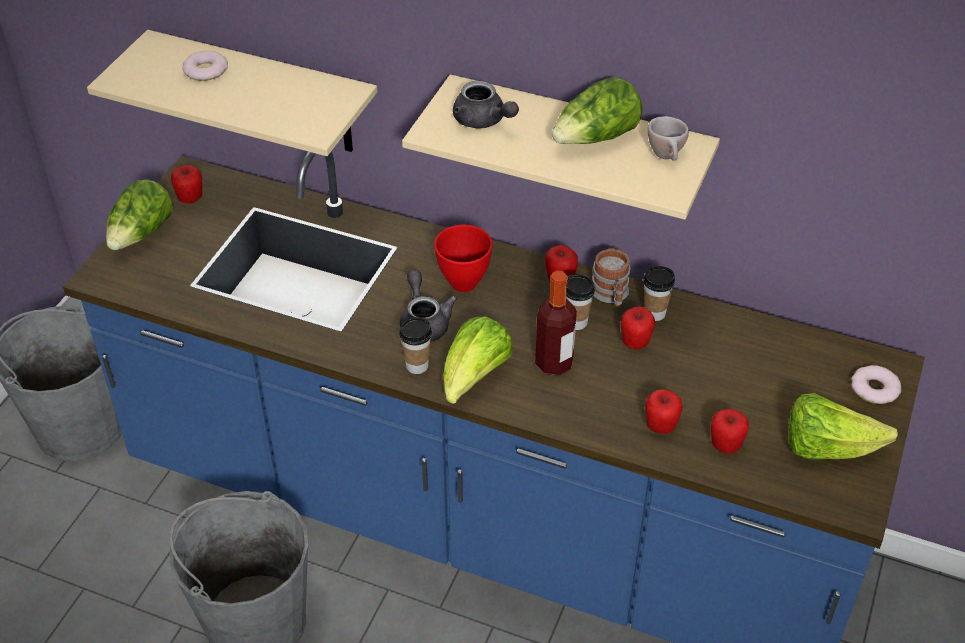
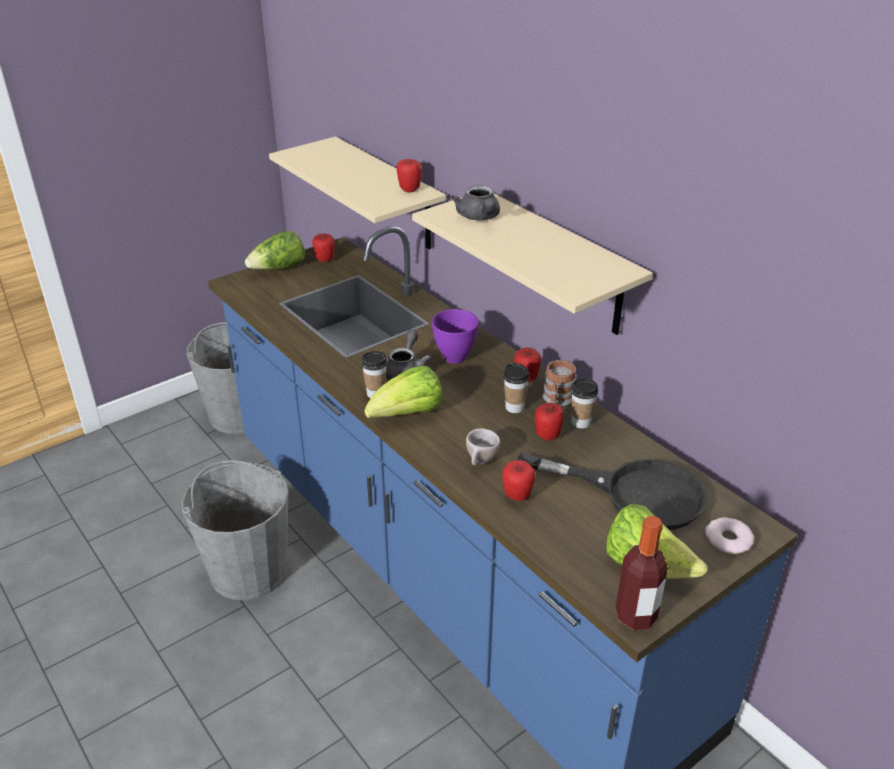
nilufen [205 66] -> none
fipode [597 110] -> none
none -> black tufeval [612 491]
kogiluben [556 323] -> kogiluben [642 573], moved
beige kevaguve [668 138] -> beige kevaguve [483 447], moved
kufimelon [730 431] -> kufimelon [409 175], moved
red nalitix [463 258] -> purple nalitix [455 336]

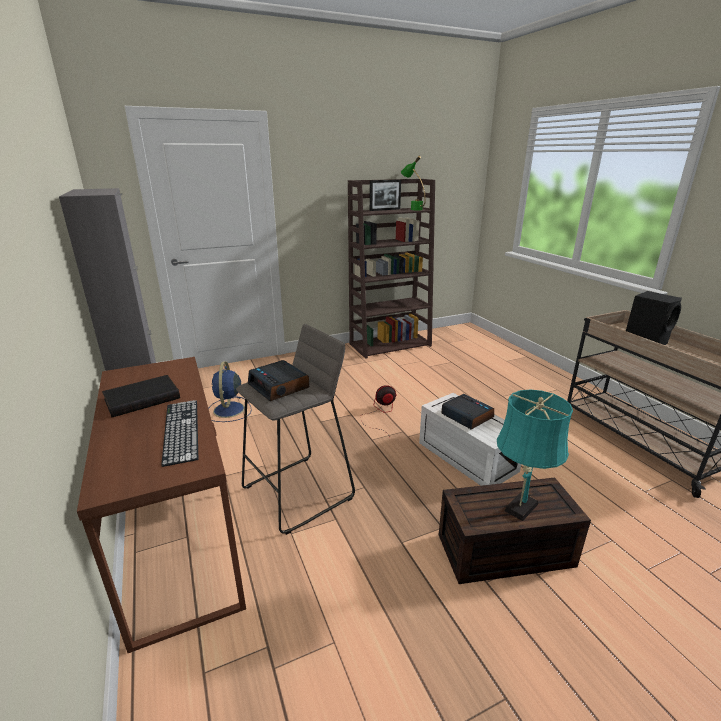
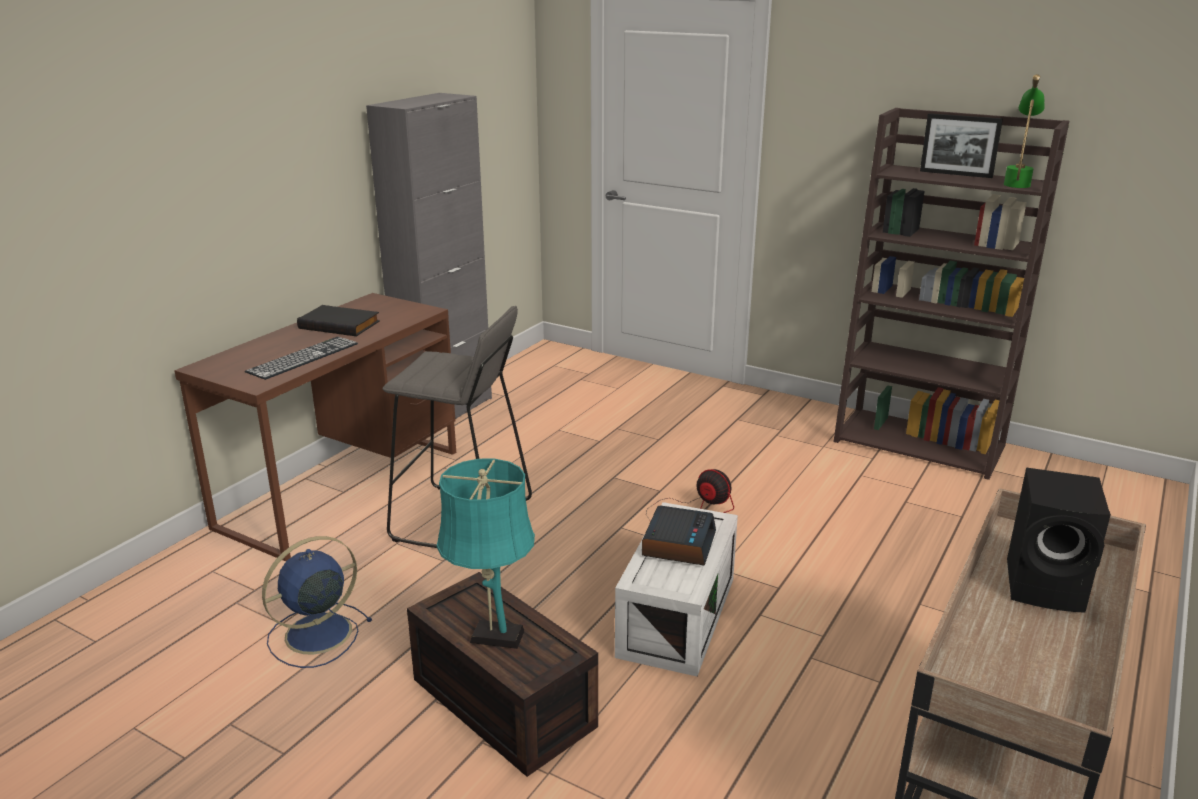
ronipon [278 380] -> none
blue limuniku [230 391] -> blue limuniku [317 602], moved

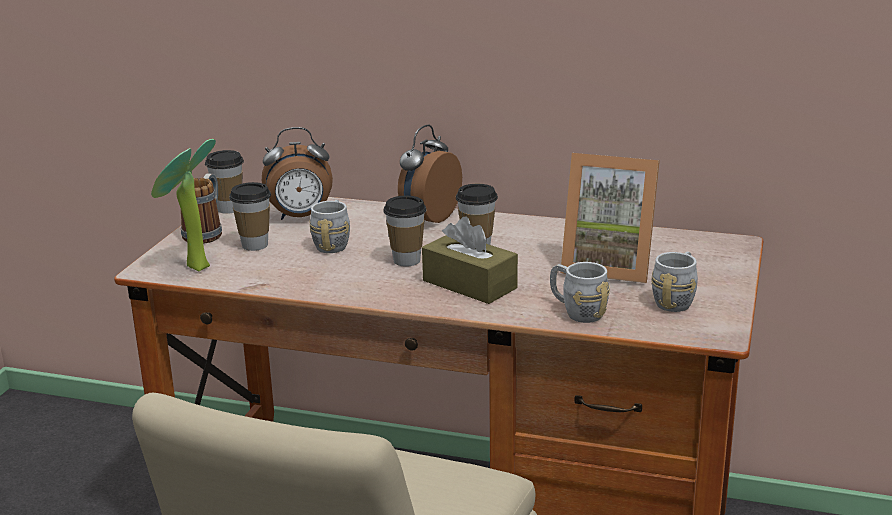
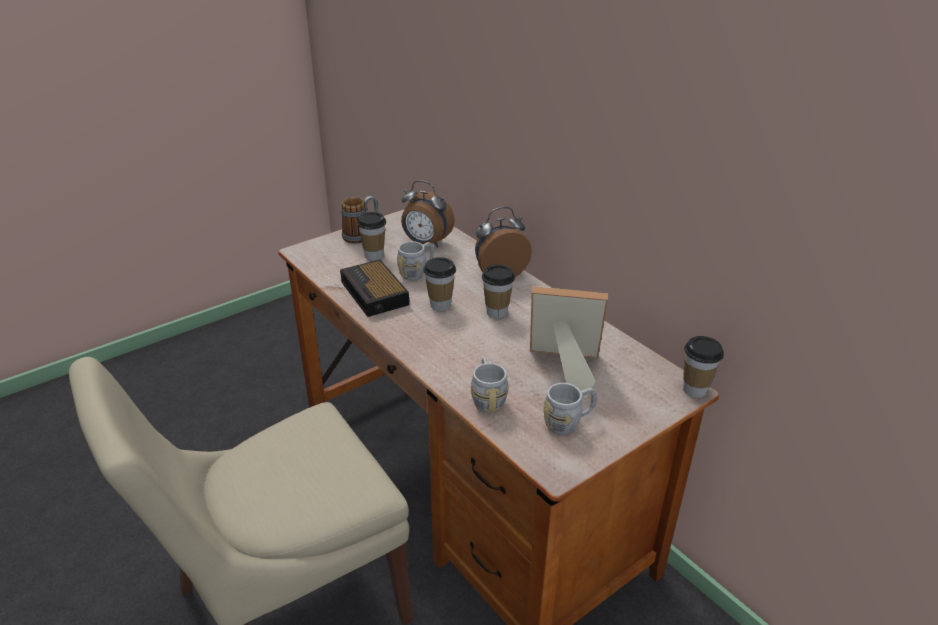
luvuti [183 205] -> none
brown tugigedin [470 260] -> none
none -> ronipon [374 288]
kevaguve [224 182] -> kevaguve [703 367], moved
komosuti [610 218] -> komosuti [569 341], 135 degrees clockwise

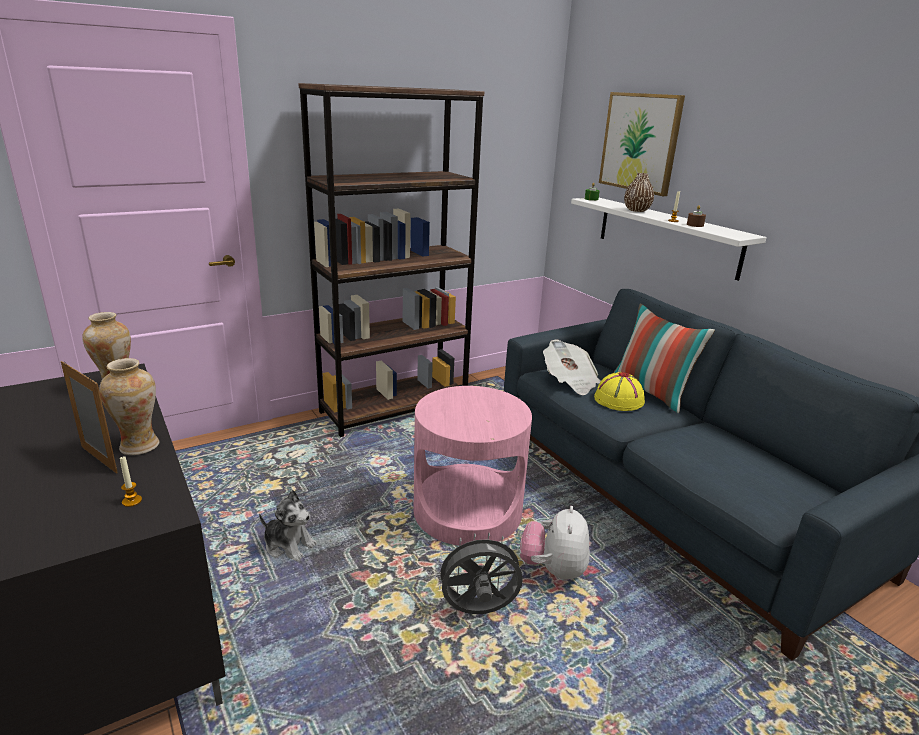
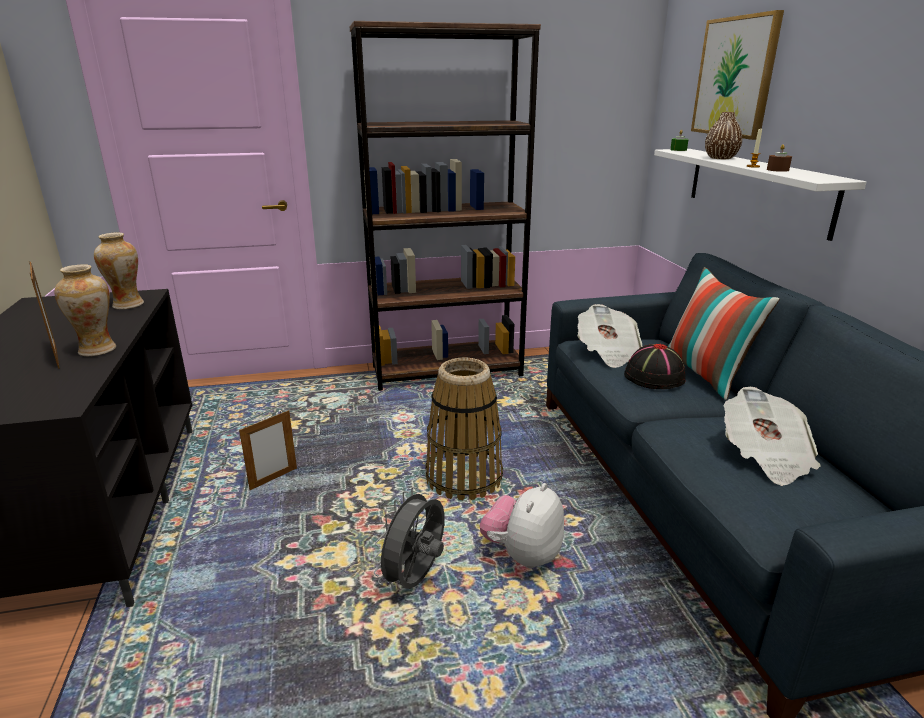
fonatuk [131 481] -> none
none -> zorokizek [772 436]
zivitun [288 525] -> komosuti [268 450]
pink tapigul [473 466] -> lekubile [464 428]
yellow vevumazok [619 391] -> black vevumazok [655 366]
grey limuniku [480 573] -> grey limuniku [409 538], 75 degrees counterclockwise

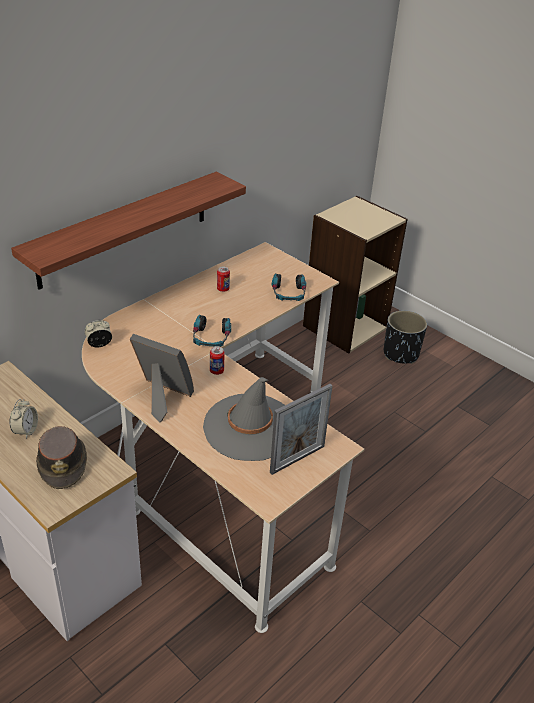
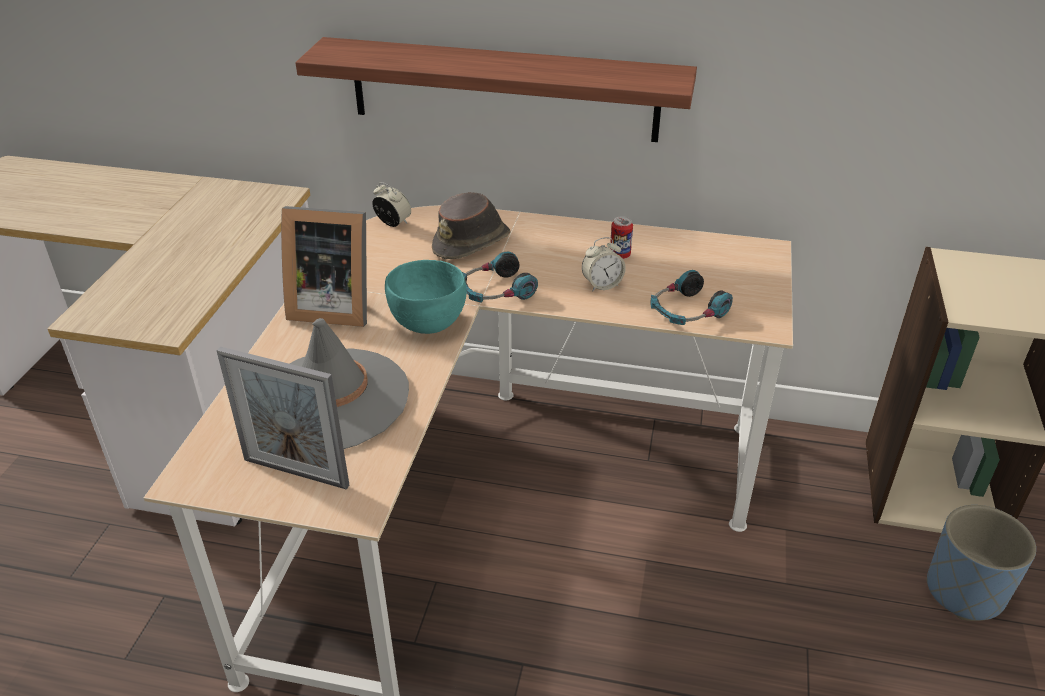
ronipon [24 419] -> ronipon [604 264], moved
brown vevumazok [61 457] -> brown vevumazok [471 225], moved
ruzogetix [217 360] -> turquoise nalitix [425 297]
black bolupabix [405 337] -> blue bolupabix [981 563]
komosuti [162 378] -> komosuti [324 266], 105 degrees clockwise

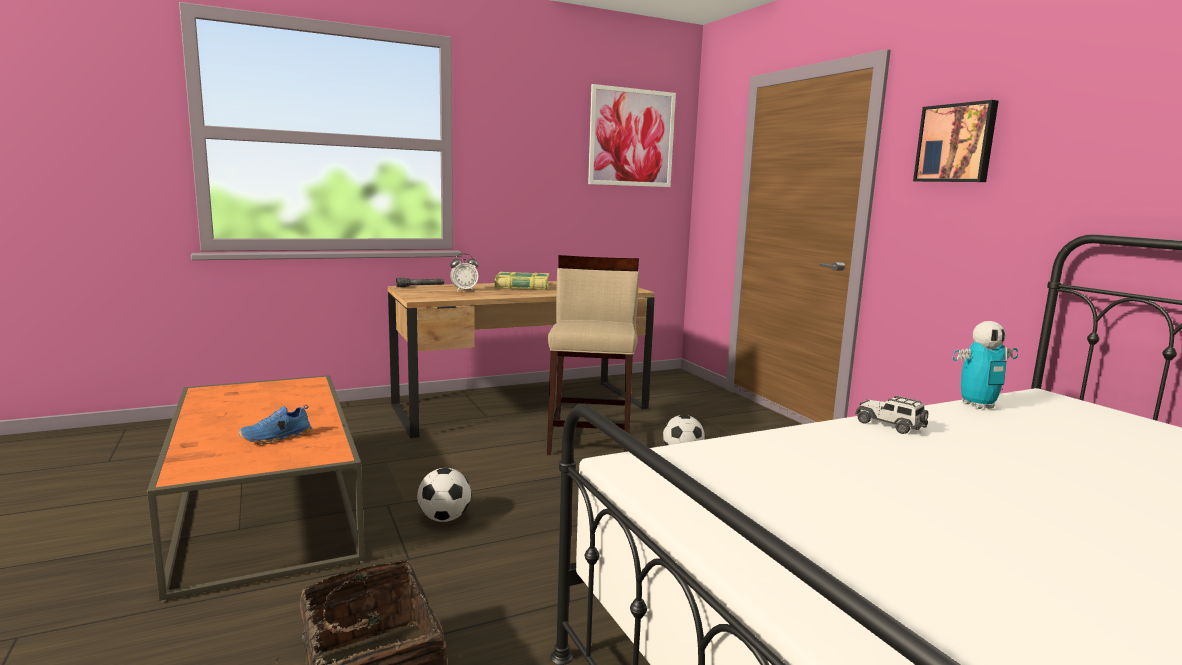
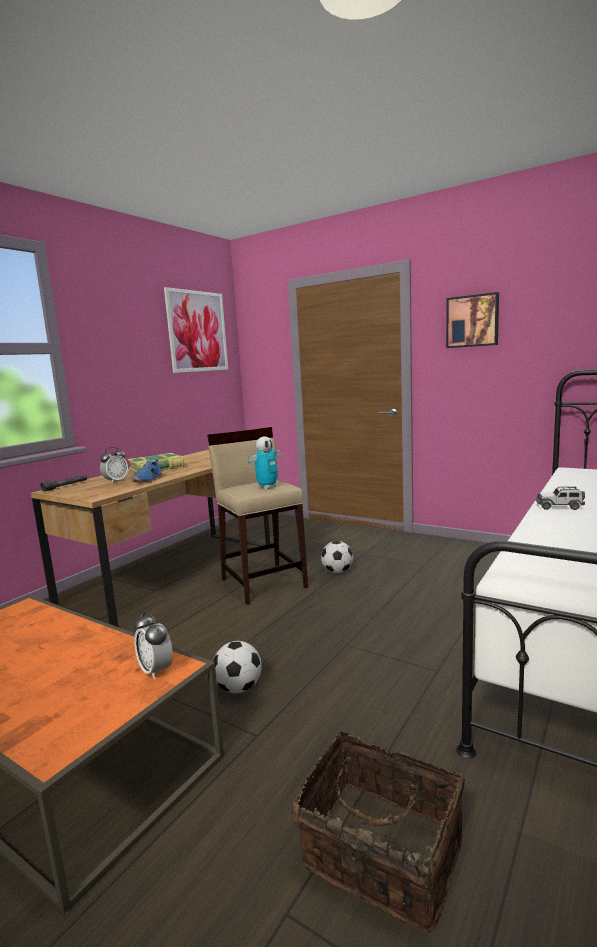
none -> ronipon [153 645]
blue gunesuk [275 424] -> blue gunesuk [147 471], moved
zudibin [985 365] -> zudibin [265 462], moved

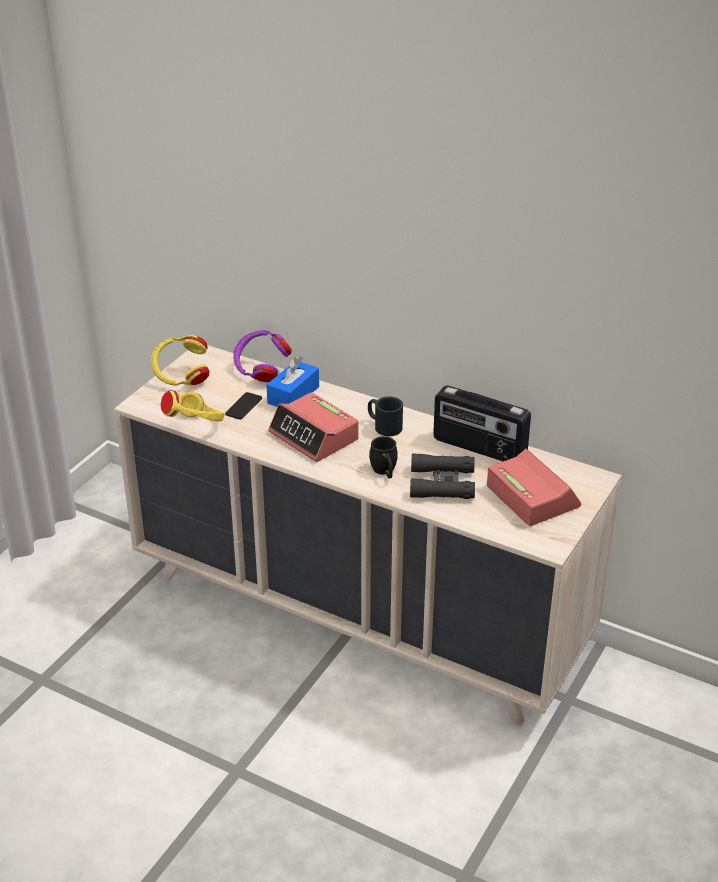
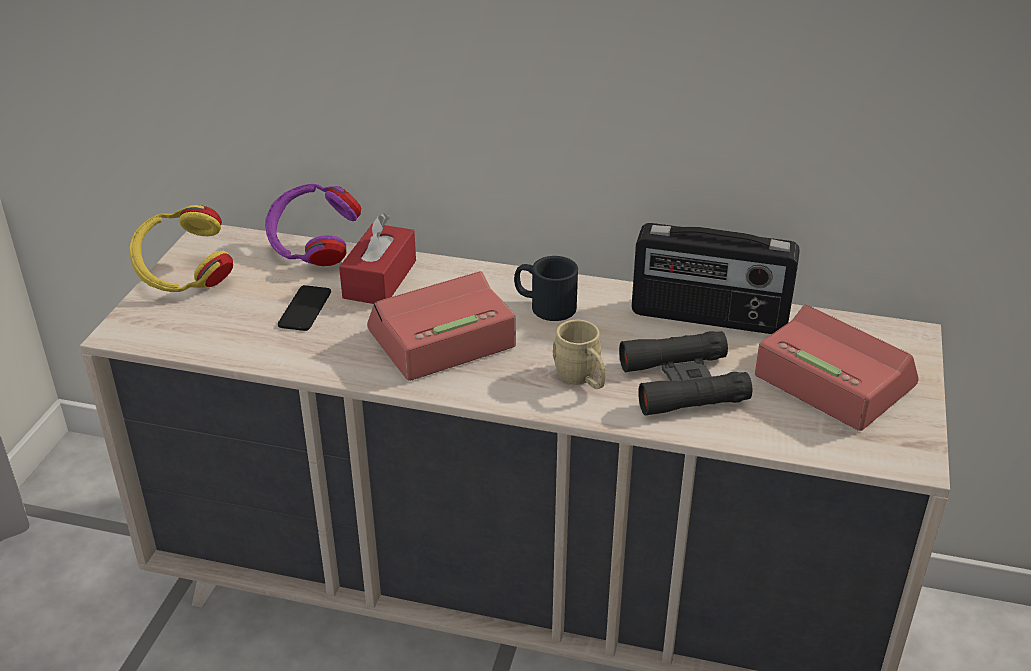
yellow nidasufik [193 406] -> none
blue tugigedin [292 381] -> red tugigedin [377 258]
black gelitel [383 457] -> beige gelitel [579 354]
ronipon [313 427] -> ronipon [441 326], 120 degrees clockwise

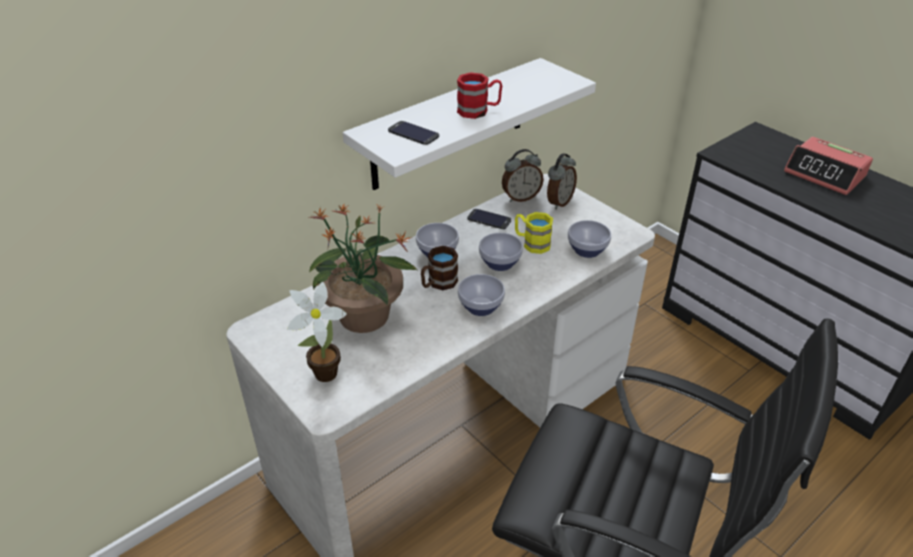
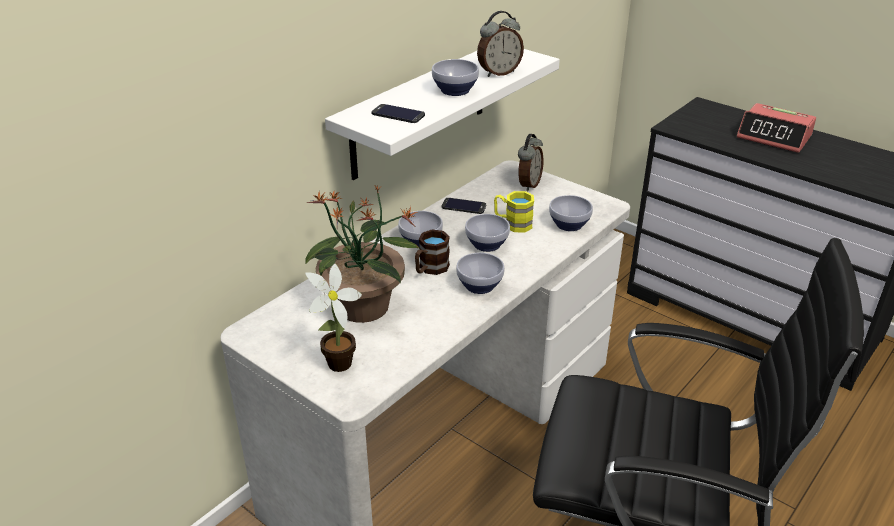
ronipon [523 175] -> ronipon [500 44], moved
red gelitel [479 95] -> nalitix [455 77]

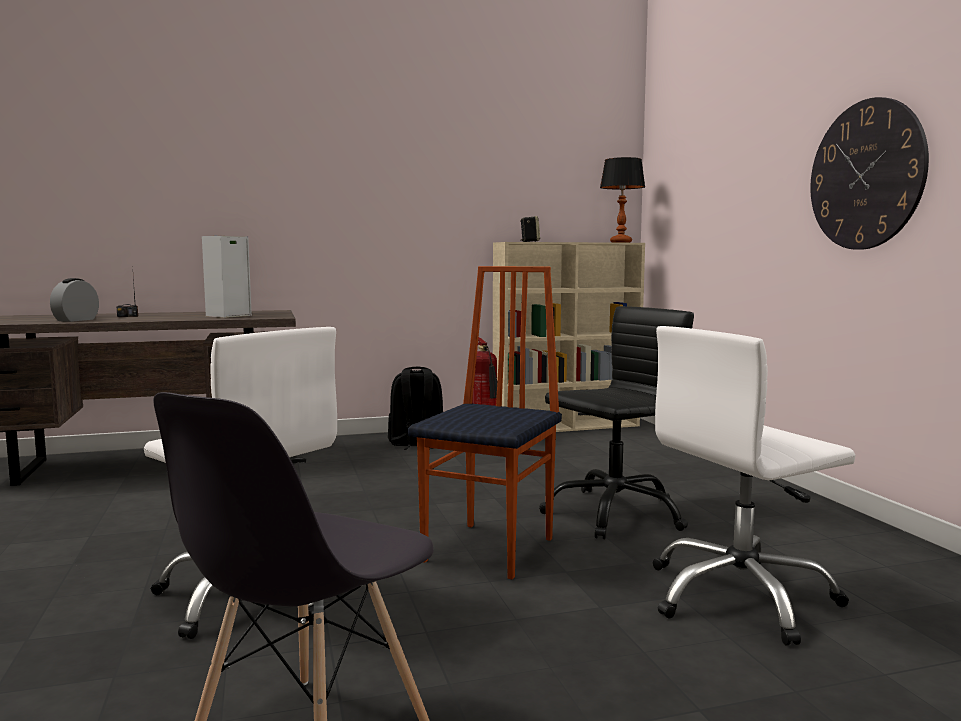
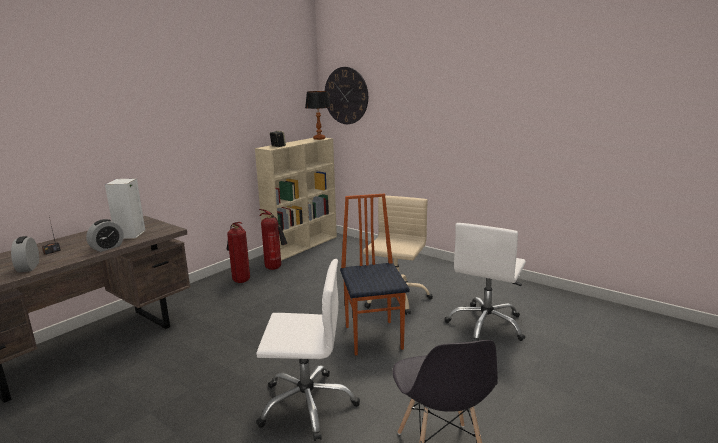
none -> ronipon [105 235]
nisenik [869 173] -> nisenik [346 95], moved
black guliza [415 408] -> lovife [238 252]
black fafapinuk [616 422] -> beige fafapinuk [398 255]

